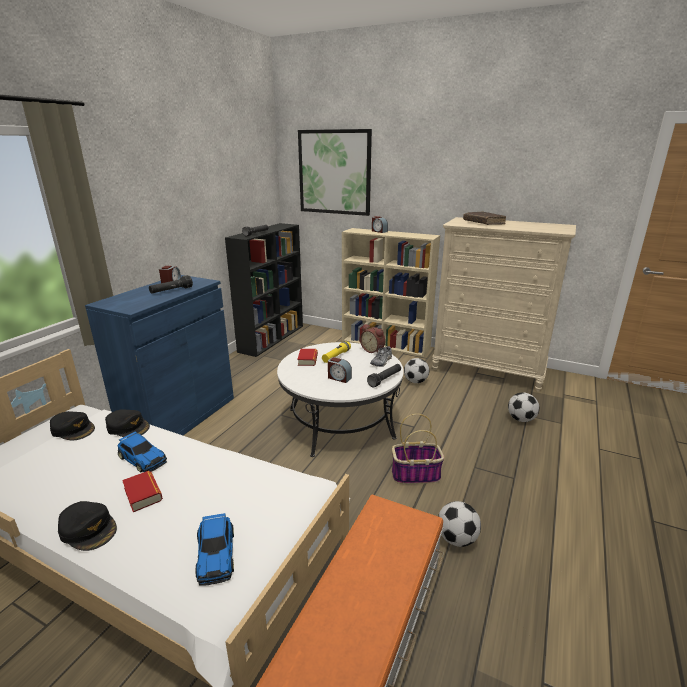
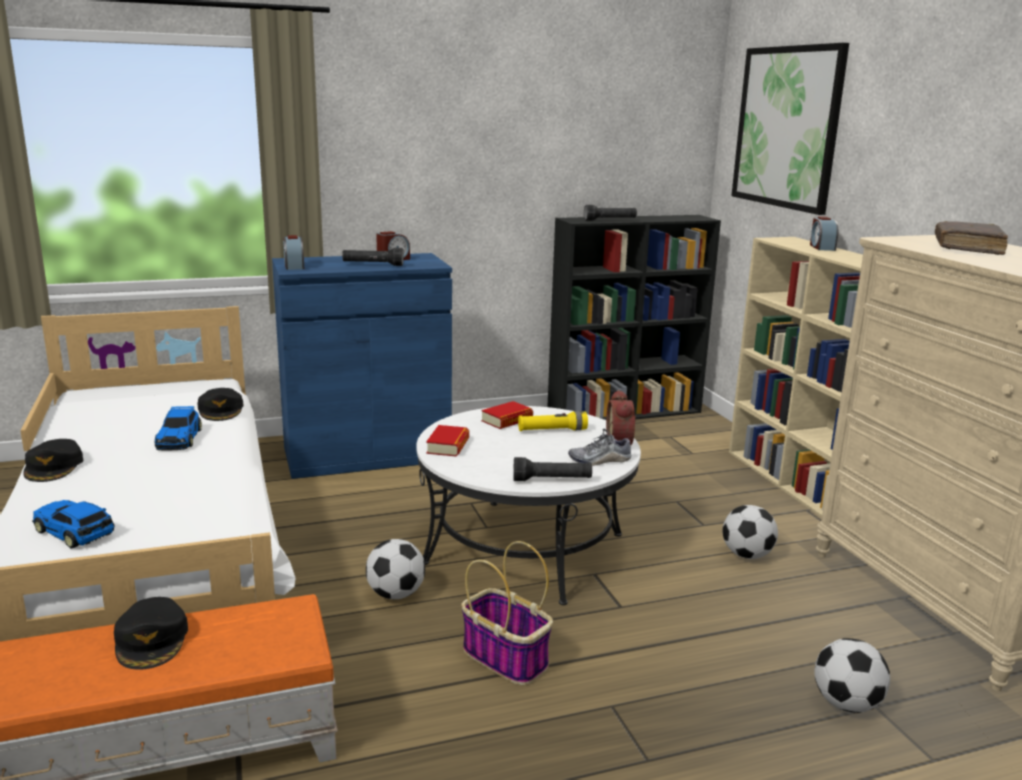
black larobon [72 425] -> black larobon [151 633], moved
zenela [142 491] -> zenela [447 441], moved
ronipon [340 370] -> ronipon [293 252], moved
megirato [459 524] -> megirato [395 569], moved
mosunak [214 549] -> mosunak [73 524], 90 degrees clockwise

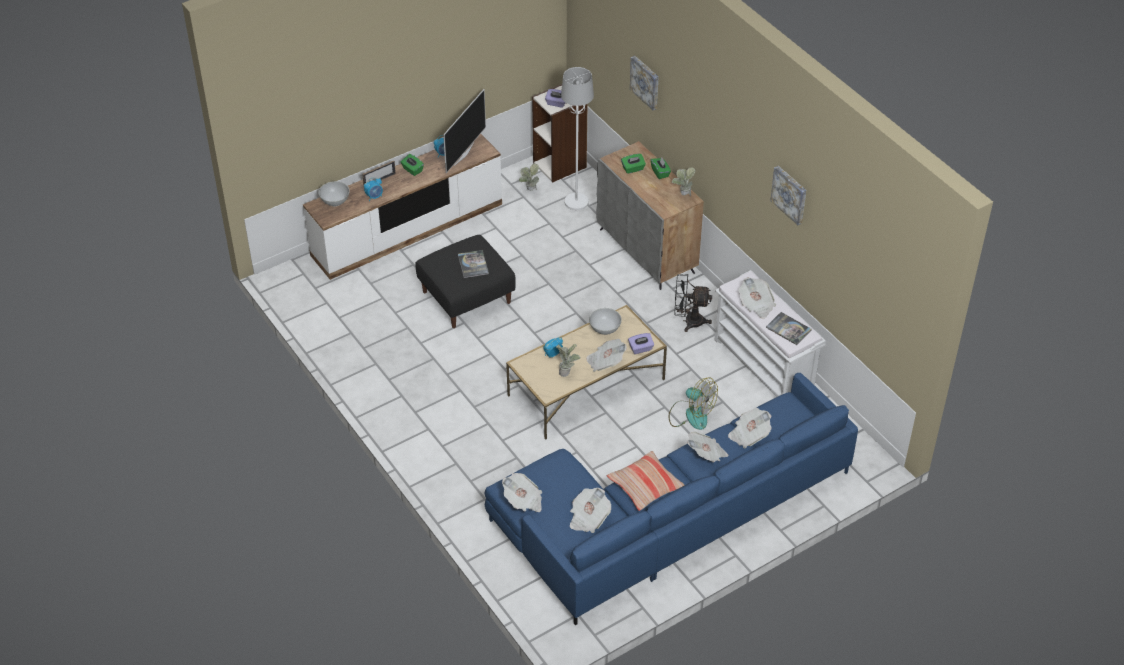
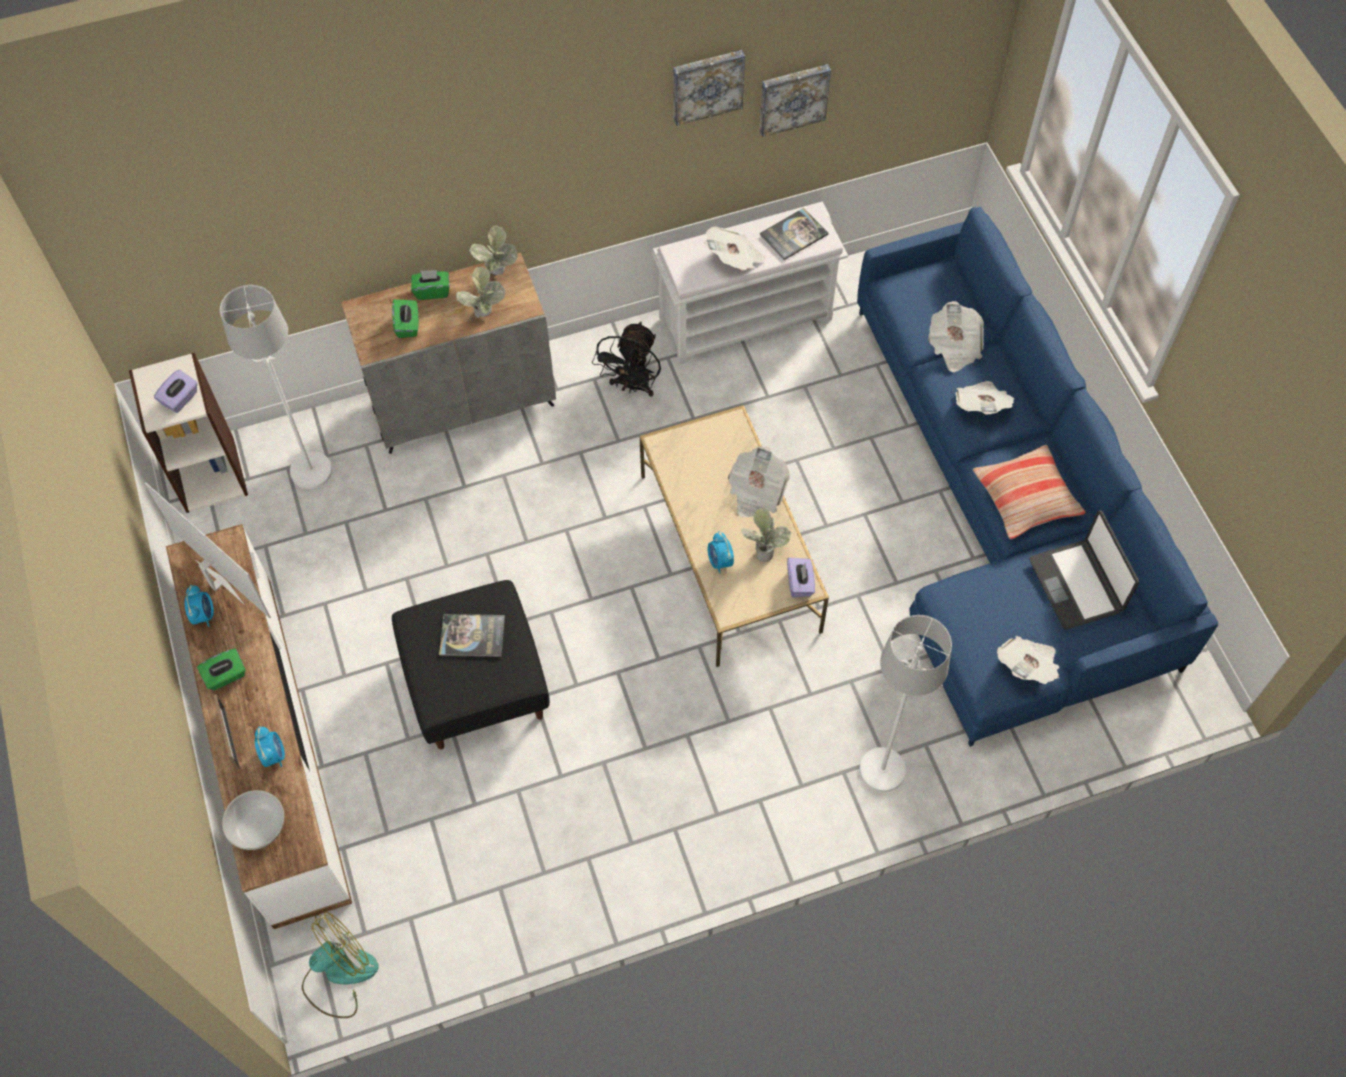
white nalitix [605 321] -> none
none -> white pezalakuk [906 703]
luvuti [529 177] -> luvuti [480 292], moved
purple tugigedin [641 343] -> purple tugigedin [801 577], moved
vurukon [644 83] -> vurukon [795 100], moved
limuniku [693 403] -> limuniku [340 965], moved
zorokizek [590 510] -> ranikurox [1084 570]

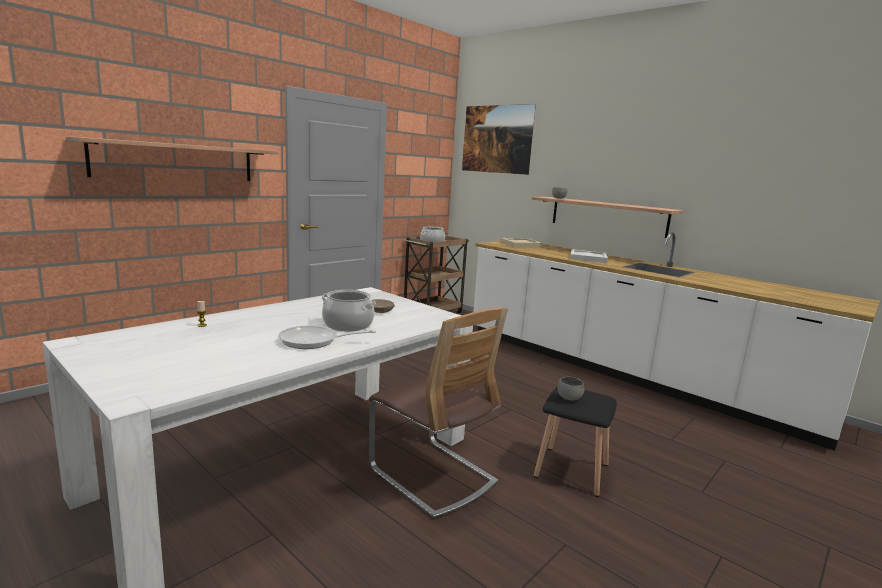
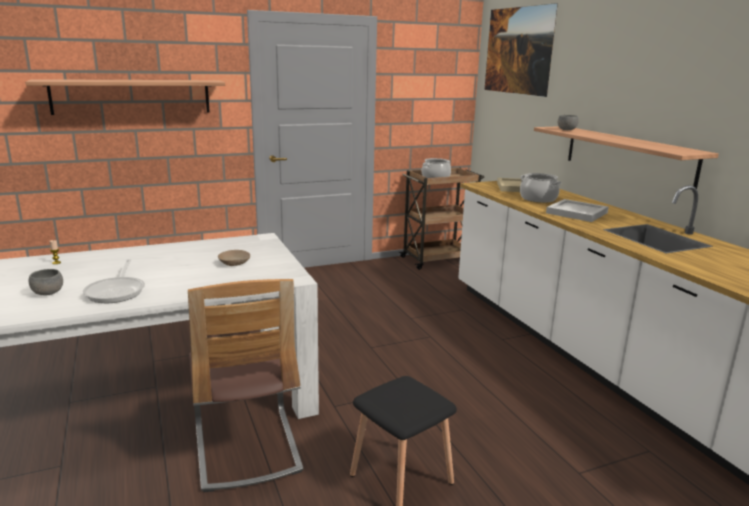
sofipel [349 310] -> sofipel [541 188], moved
grey nalitix [570 389] -> grey nalitix [46 282], moved
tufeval [327 337] -> tufeval [114 281], 120 degrees counterclockwise

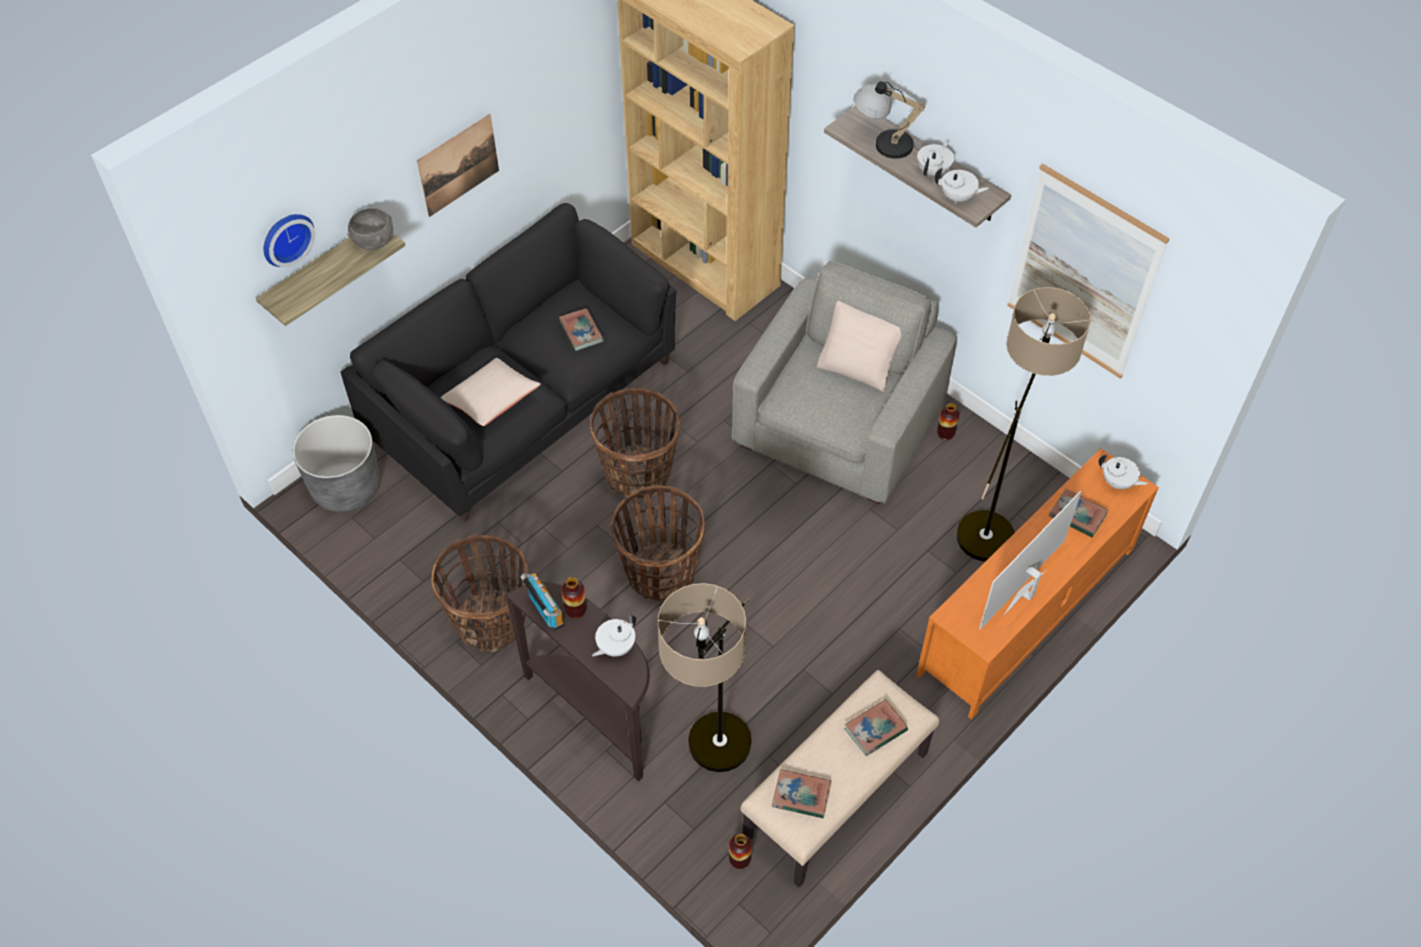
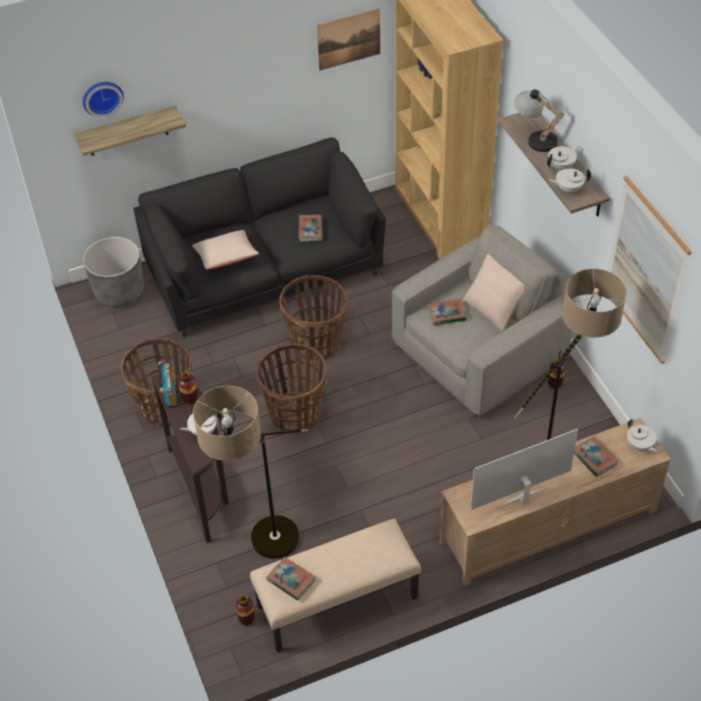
grey nalitix [370 229] -> none
vurukon [458 165] -> vurukon [348 39], moved
zenela [876 727] -> zenela [447 312], moved
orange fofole [1037 584] -> beige fofole [555 502]
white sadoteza [961 186] -> white sadoteza [569 181], 135 degrees clockwise

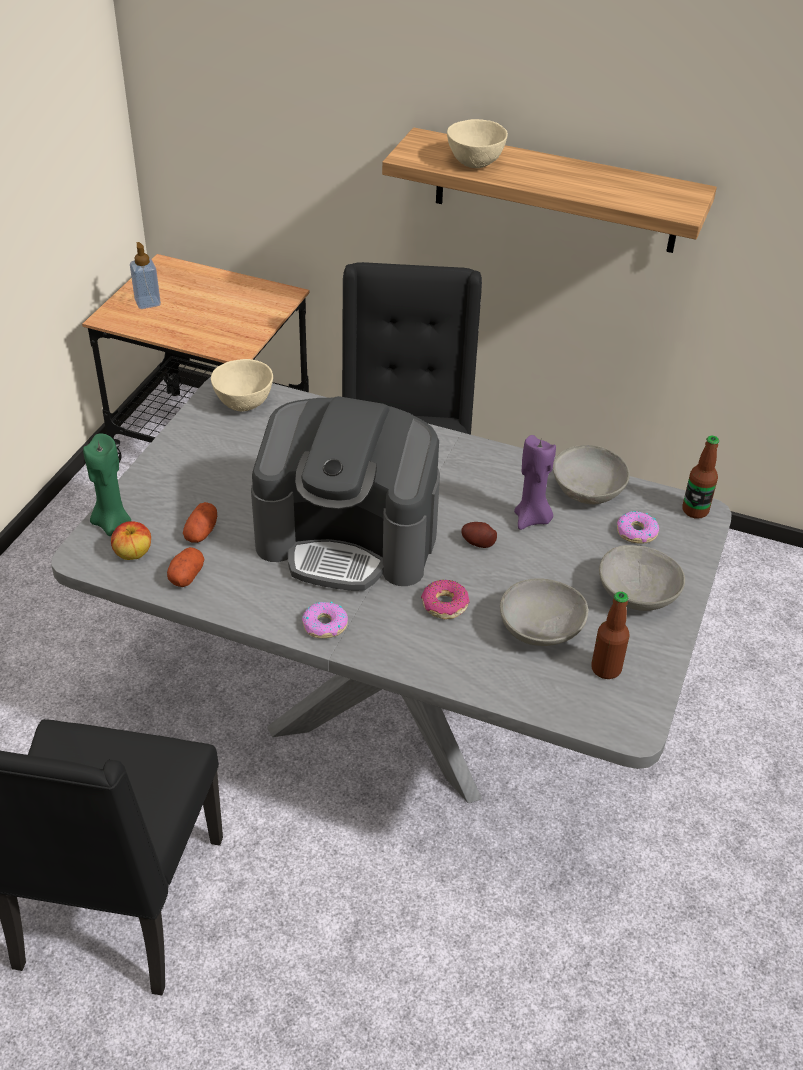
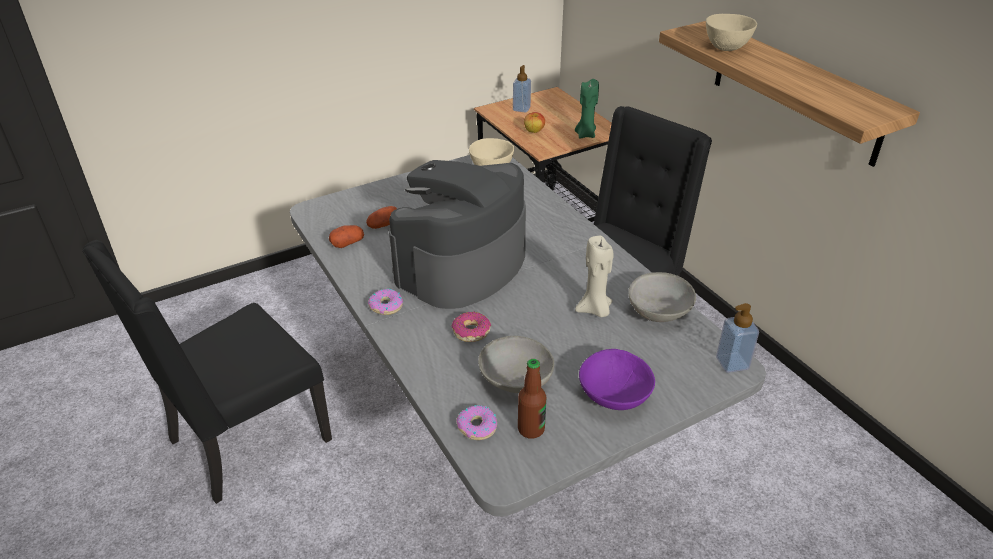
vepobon [479 535] -> none
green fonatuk [107 485] -> green fonatuk [587 109], moved
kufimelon [131 540] -> kufimelon [534 122], moved
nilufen [638 527] -> nilufen [476 422], moved
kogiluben [700 477] -> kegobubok [737 338]
purple fonatuk [535 482] -> beige fonatuk [594 276]
grey nalitix [642 578] -> purple nalitix [617 379]
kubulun [345 493] -> kubulun [457 234], 75 degrees clockwise

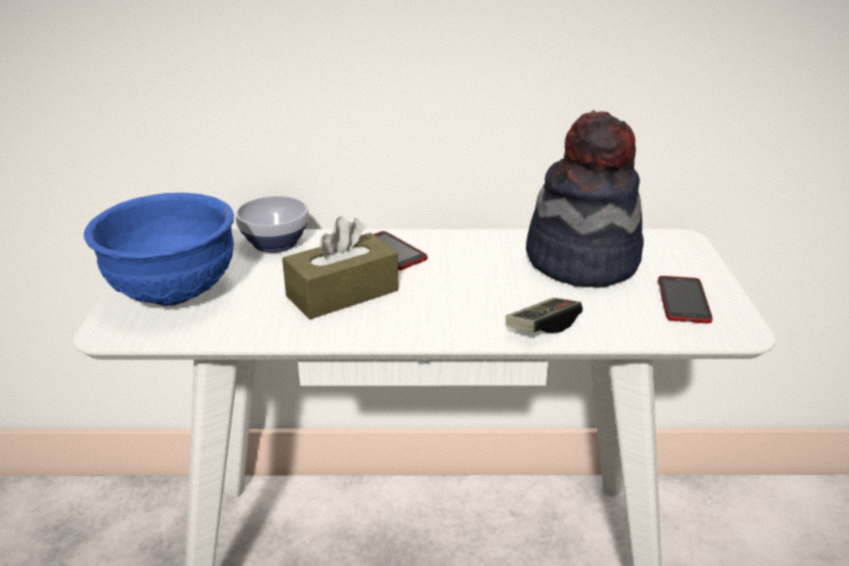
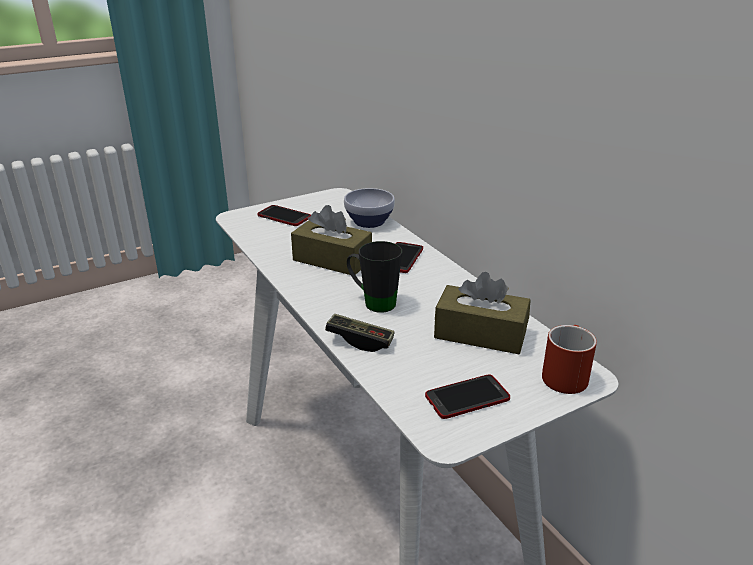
none -> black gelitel [374 277]
none -> red gelitel [569 359]
blue nalitix [159 249] -> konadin [284 215]
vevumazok [585 199] -> brown tugigedin [482 313]

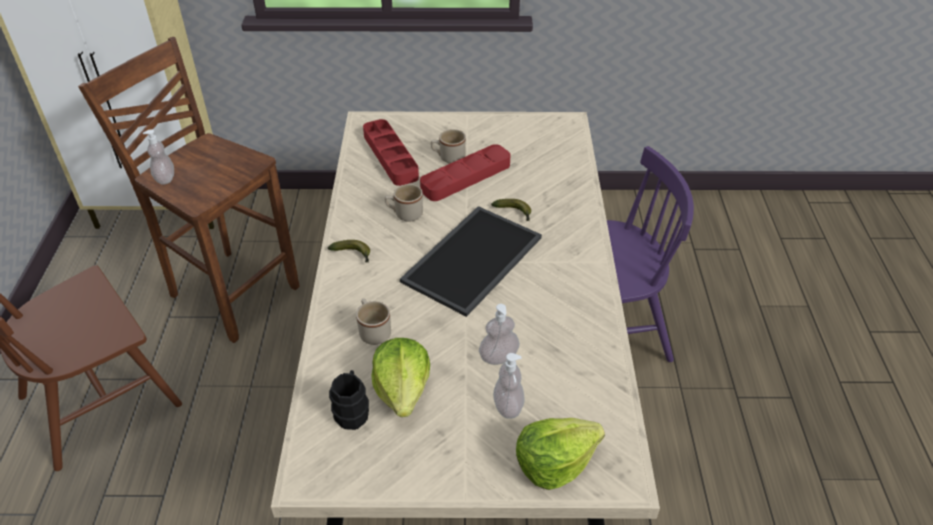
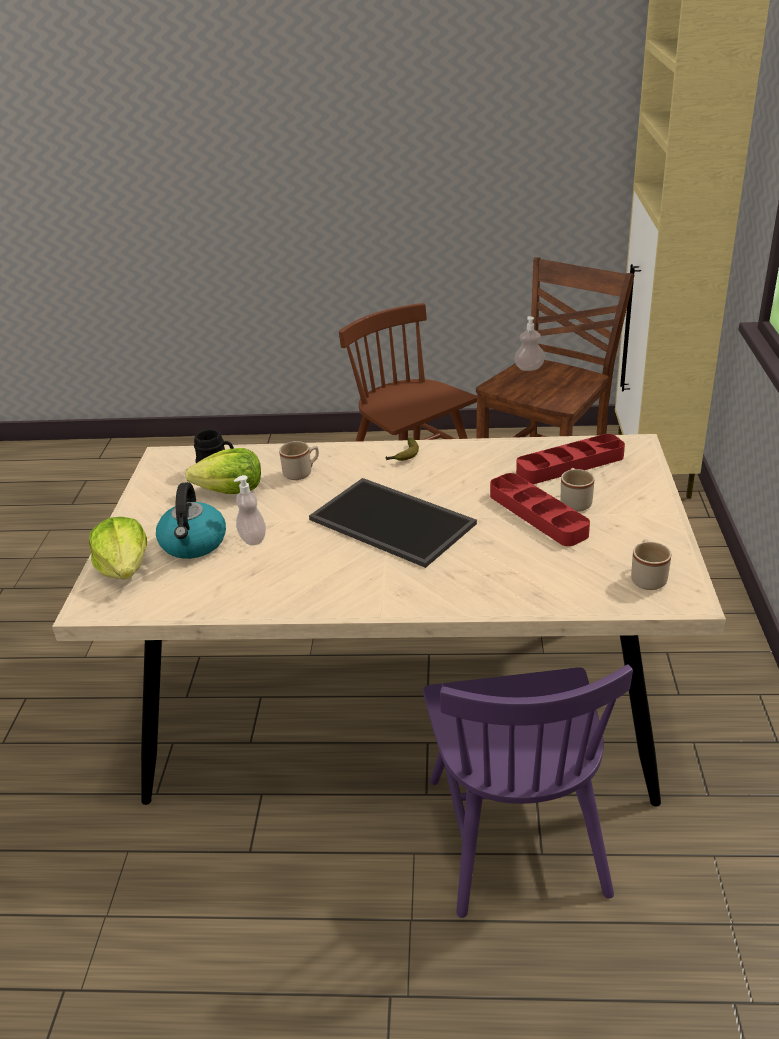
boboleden [511 210] -> none
beige gelitel [404 203] -> beige gelitel [651 564], moved
kegobubok [509 386] -> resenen [191 520]

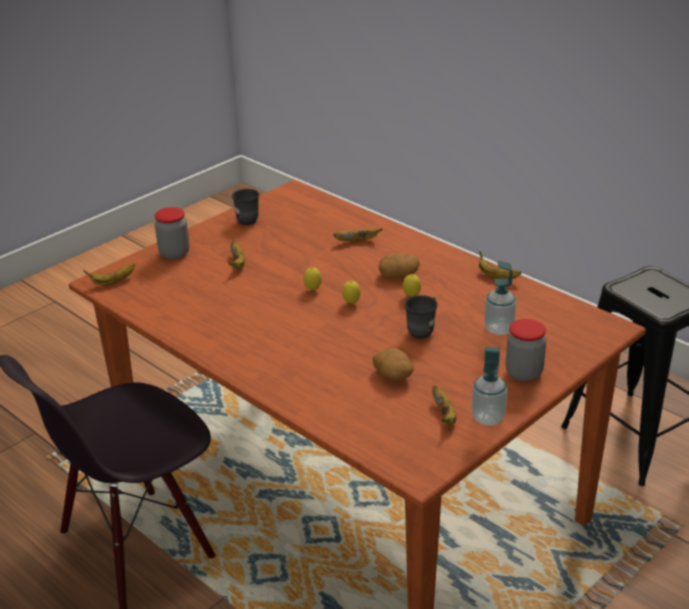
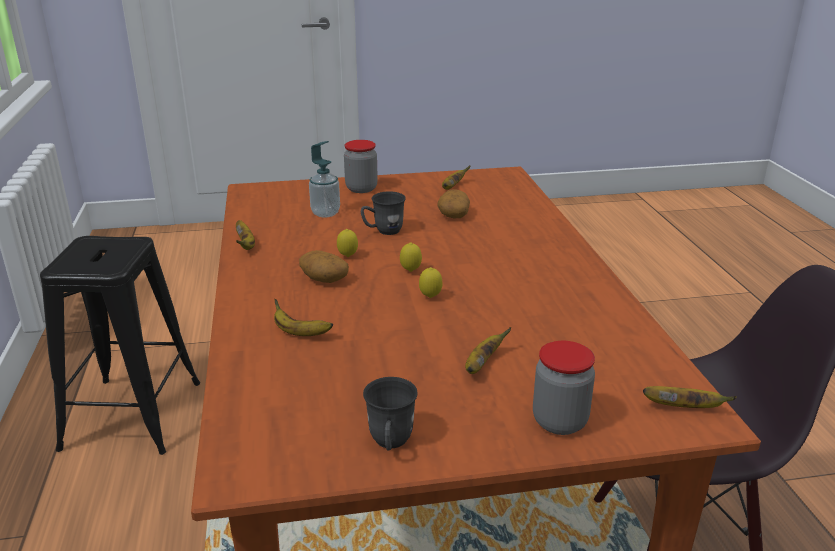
kegobubok [489 386] -> none

